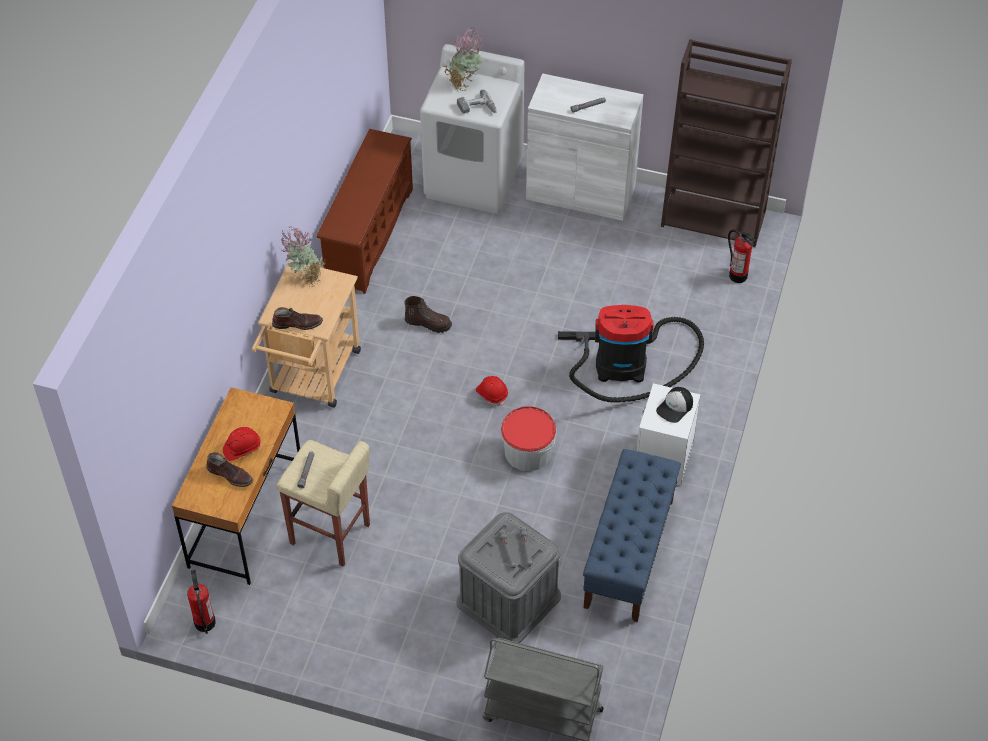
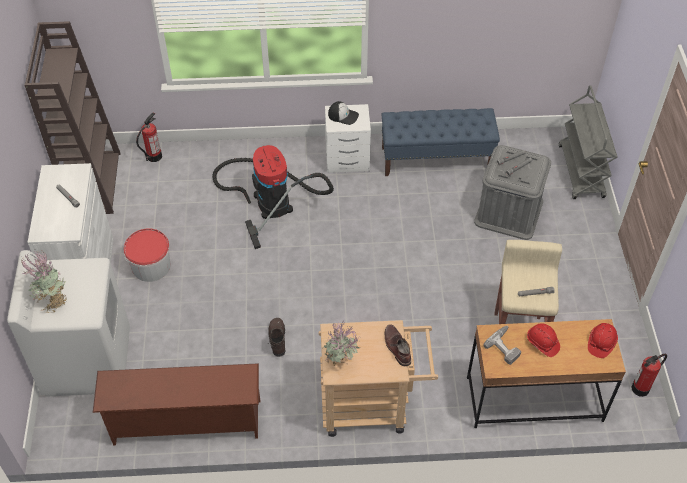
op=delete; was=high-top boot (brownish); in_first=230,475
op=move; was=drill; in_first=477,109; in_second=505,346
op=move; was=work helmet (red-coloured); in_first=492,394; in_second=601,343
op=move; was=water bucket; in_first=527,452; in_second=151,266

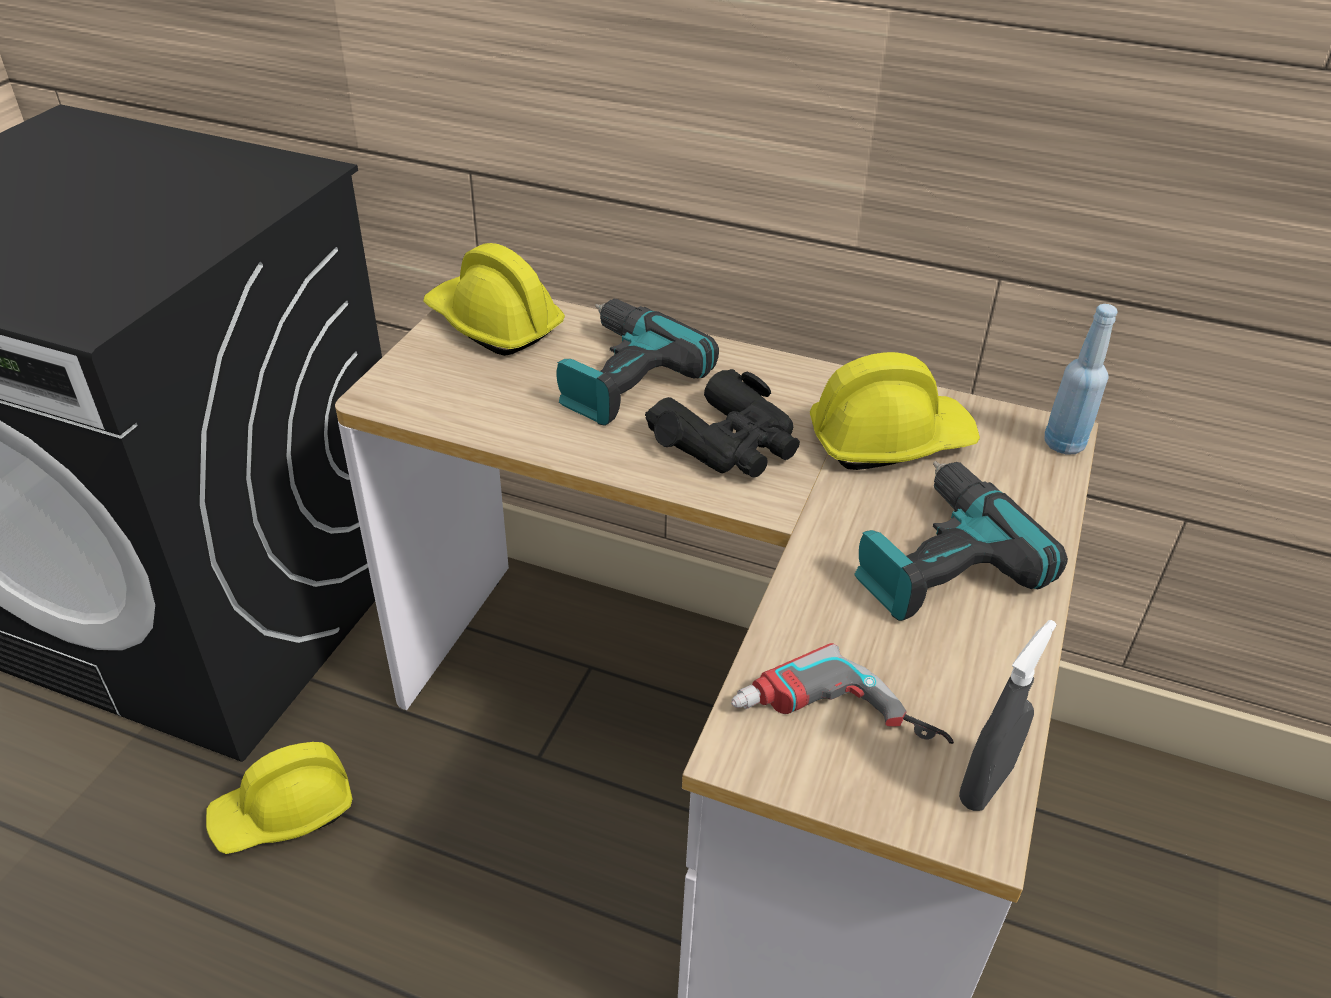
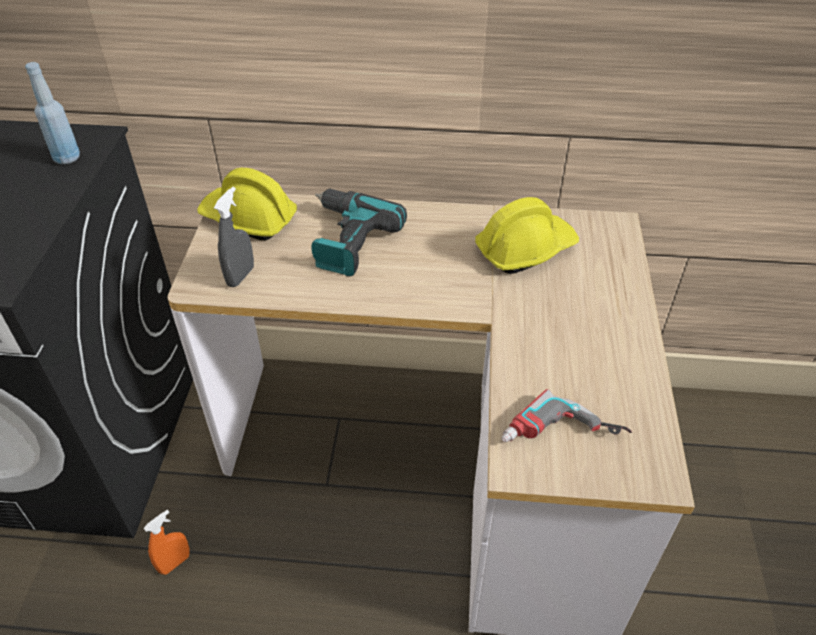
op=delete; was=binoculars (black); in_first=729,442
op=delete; was=drill; in_first=937,559
op=move; was=spray bottle (greyish); in_first=985,784; in_second=240,276
op=move; was=drink bottle (blue-coloured); in_first=1064,444; in_second=67,158
op=replace; was=work helmet (yellowish); now=spray bottle (orange); in_first=284,812; in_second=175,563

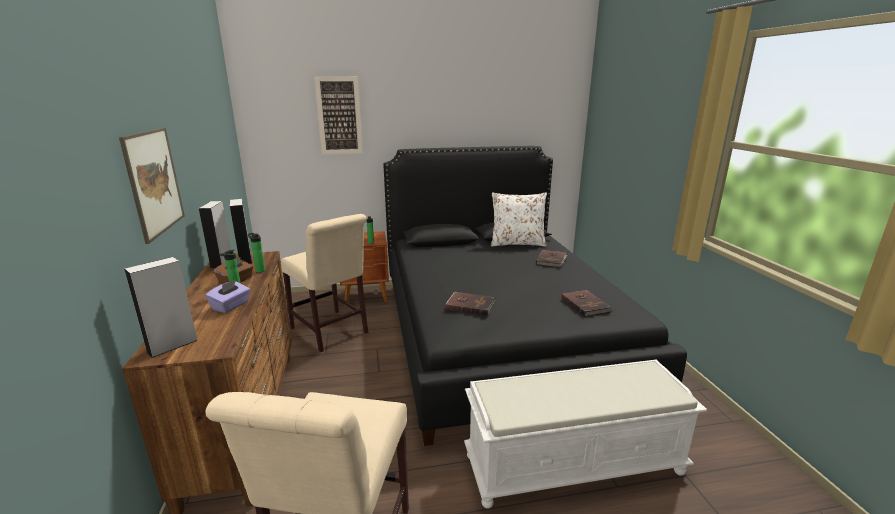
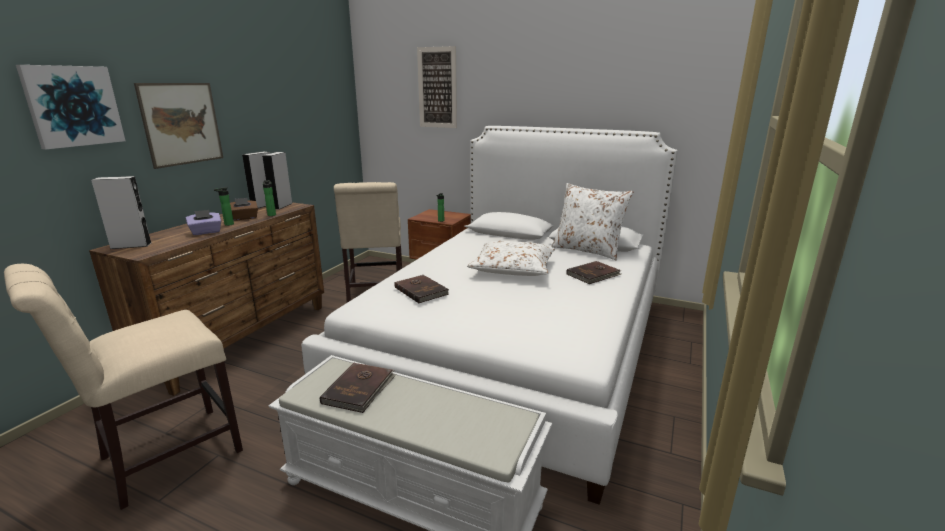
op=insert; now=picture; in_second=73,106
op=insert; now=pillow (white); in_second=513,268
op=move; was=book (brownish); in_first=585,304; in_second=360,389
op=recolor; was=bed (black); now=bed (white); in_first=498,334; in_second=514,348

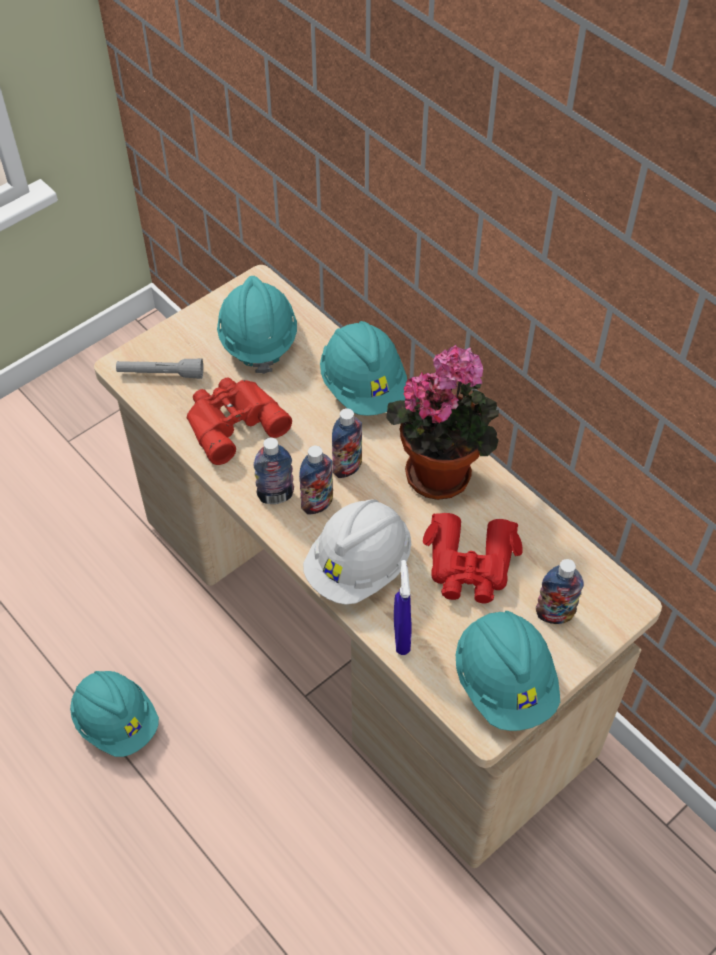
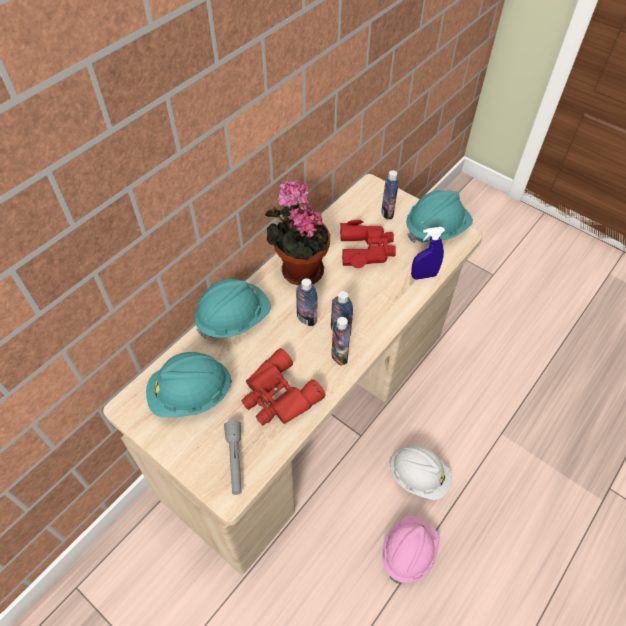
op=move; was=work helmet (white); in_first=359,567; in_second=418,477
op=recolor; was=work helmet (turquoise); now=work helmet (pink-coloured); in_first=116,721; in_second=408,552

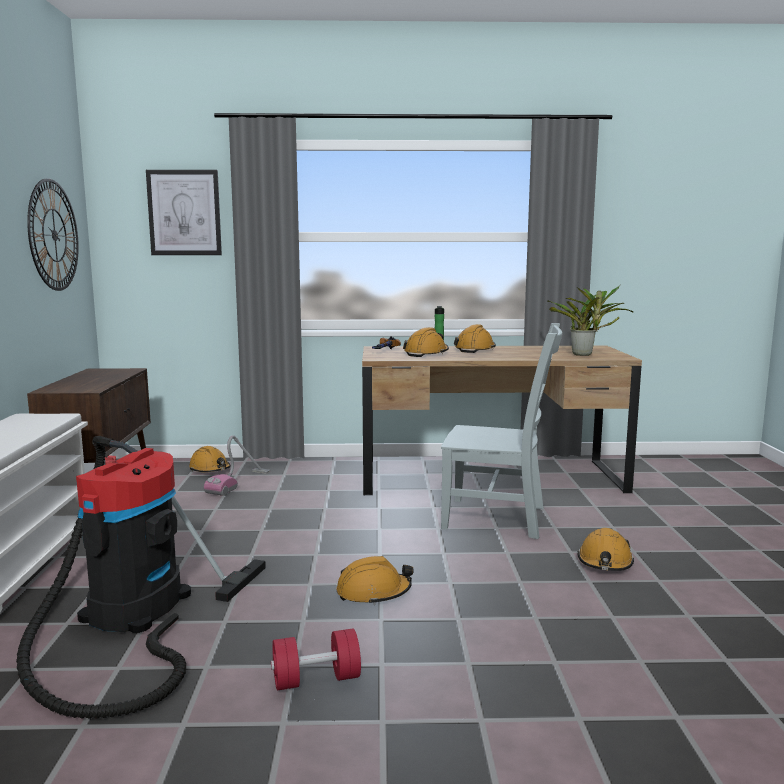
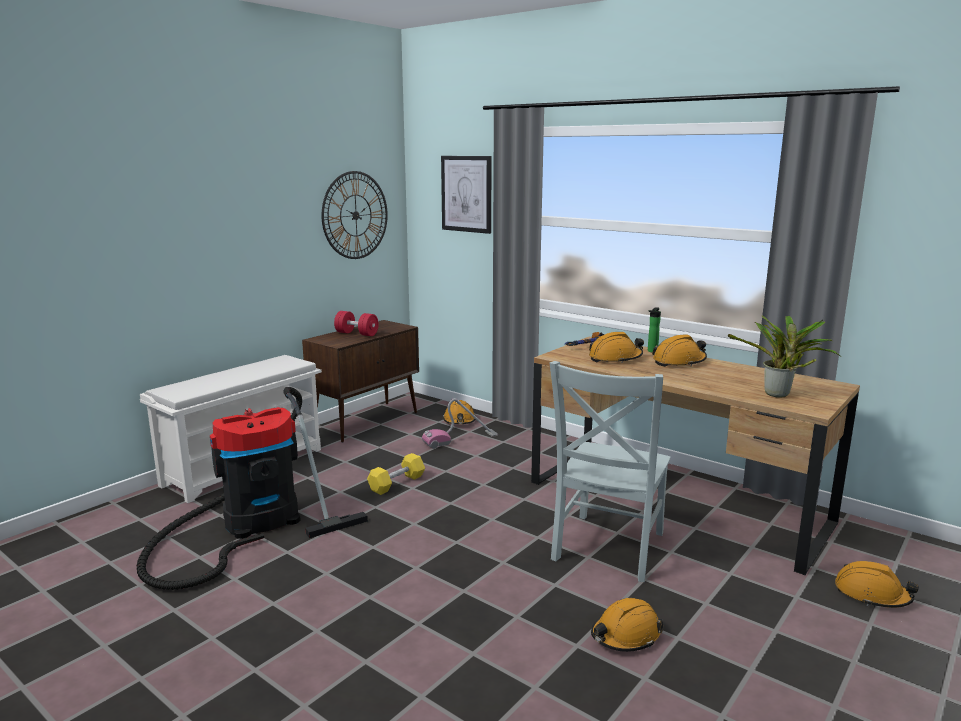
op=insert; now=dumbbell (yellowish); in_second=397,483
op=move; was=dumbbell (red-coloured); in_first=316,679; in_second=356,334
op=move; was=work helmet (orange); in_first=373,592; in_second=872,594
op=rotate; was=chair (greyish); in_first=499,518; in_second=607,549; clockwise=60

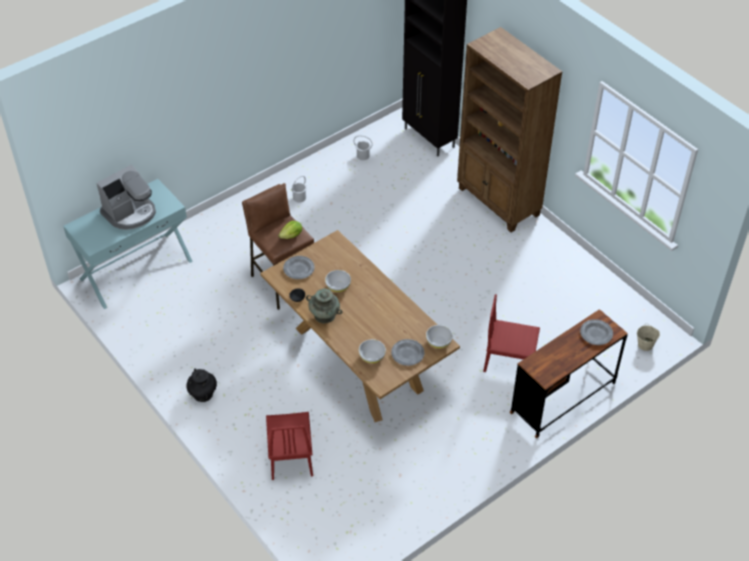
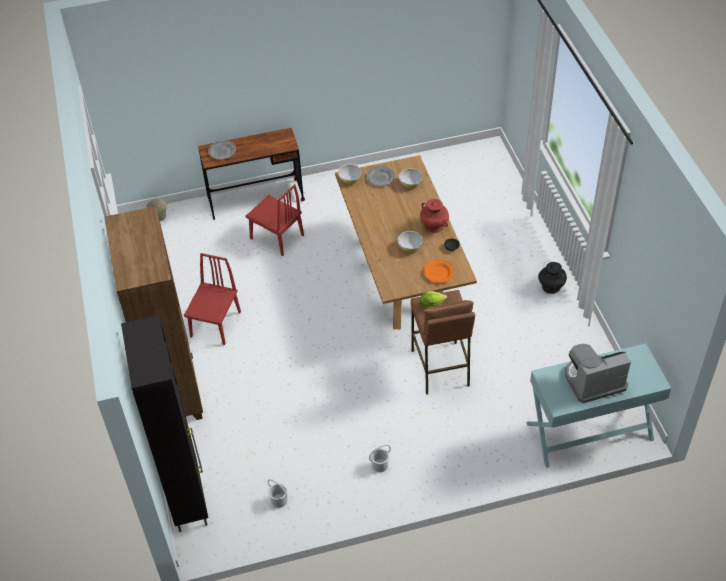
op=move; was=chair (red-coloured); in_first=290,457; in_second=215,324
op=recolor; was=plate (greyish); now=plate (orange); in_first=298,269; in_second=438,273
op=recolor; was=flower vase (turquoise); now=flower vase (red-coloured); in_first=324,315; in_second=434,226

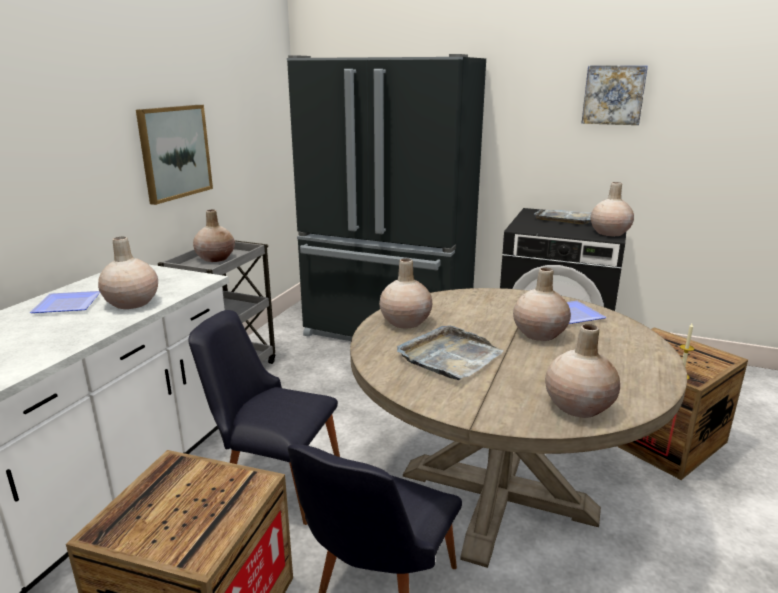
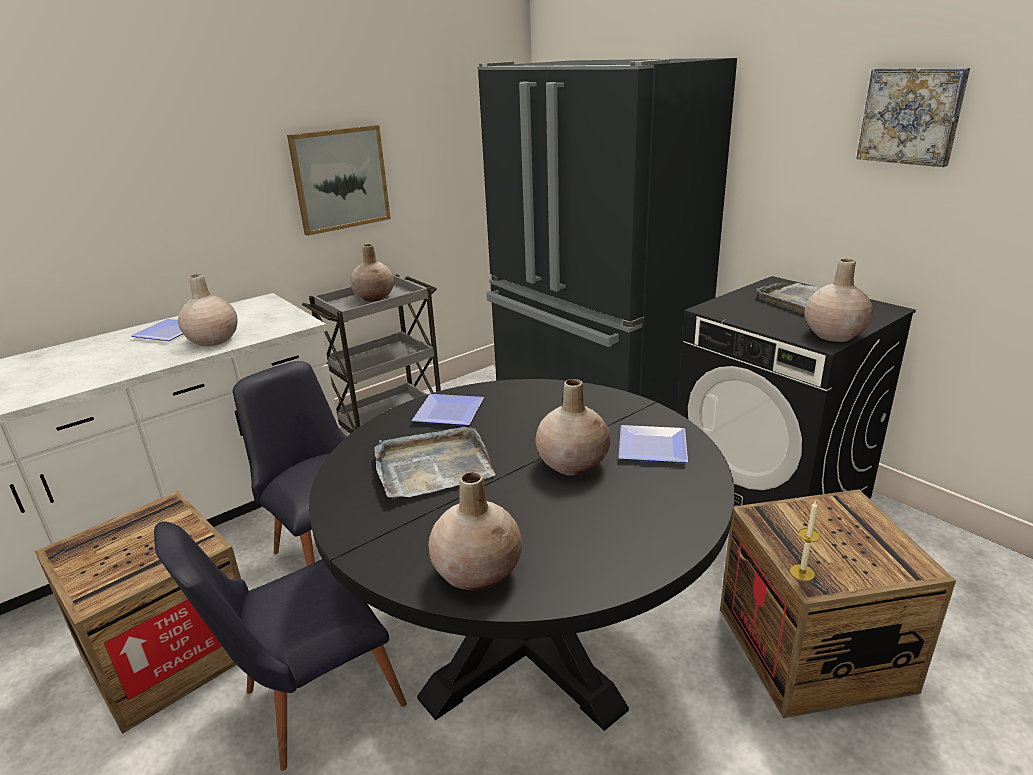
op=replace; was=flower vase (beige); now=plate; in_first=405,322; in_second=447,411
op=recolor; was=dinner table (beige); now=dinner table (black); in_first=497,492; in_second=528,641

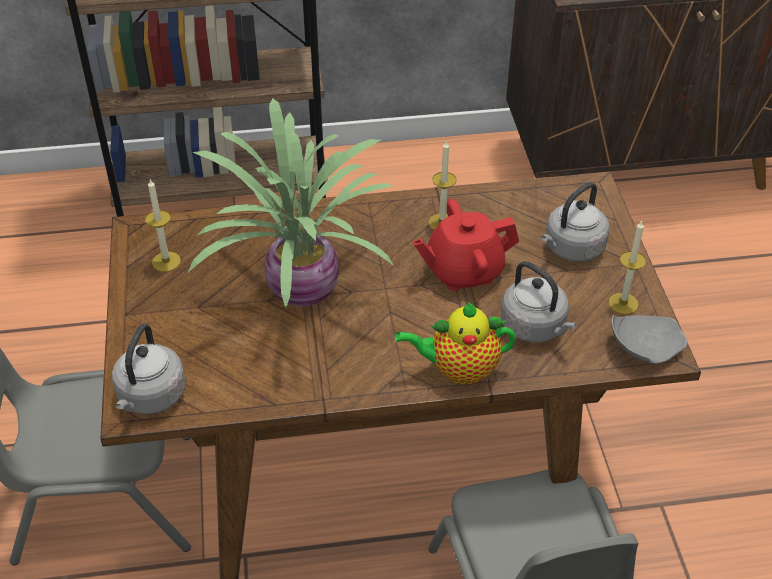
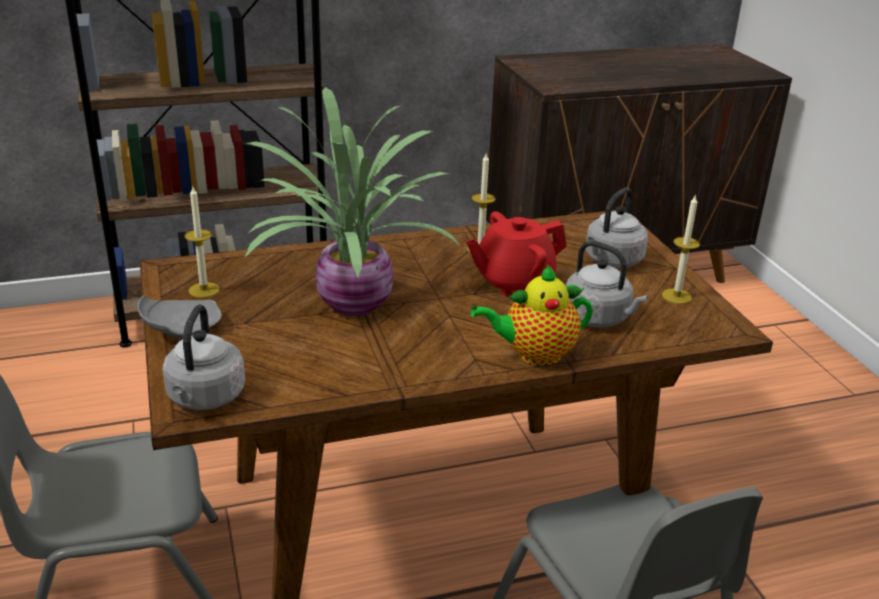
op=move; was=plate (greyish); in_first=644,347; in_second=180,329

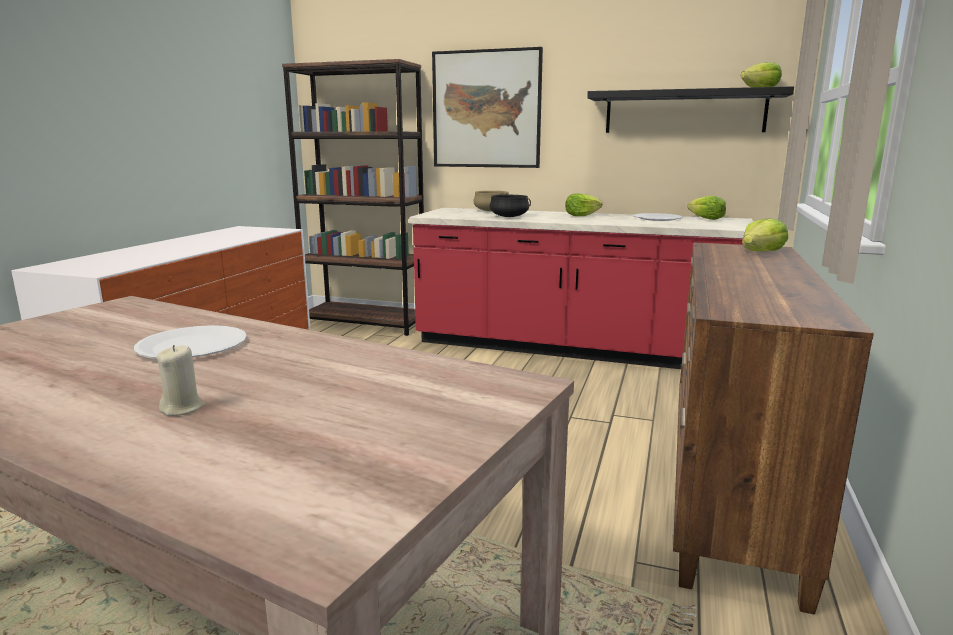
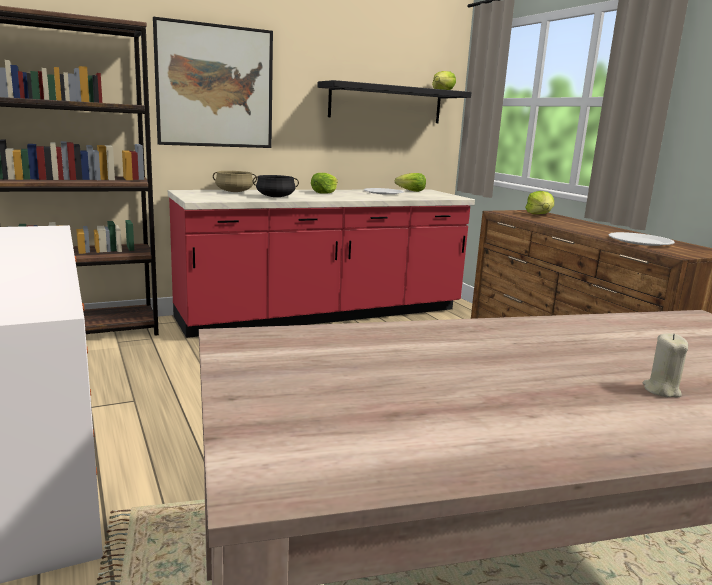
op=move; was=plate (white); in_first=192,346; in_second=640,241

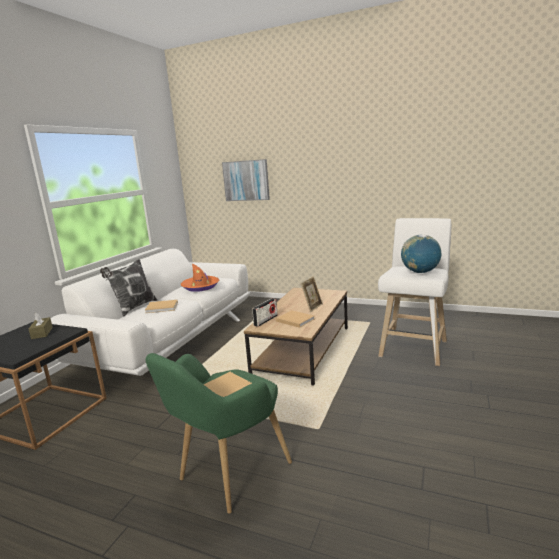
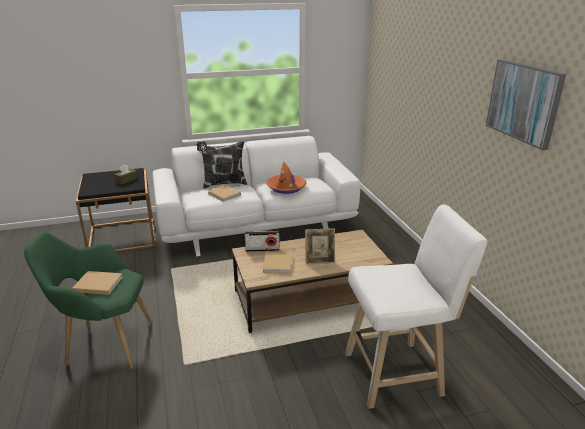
op=delete; was=globe; in_first=420,272
op=move; was=picture; in_first=246,180; in_second=523,102

